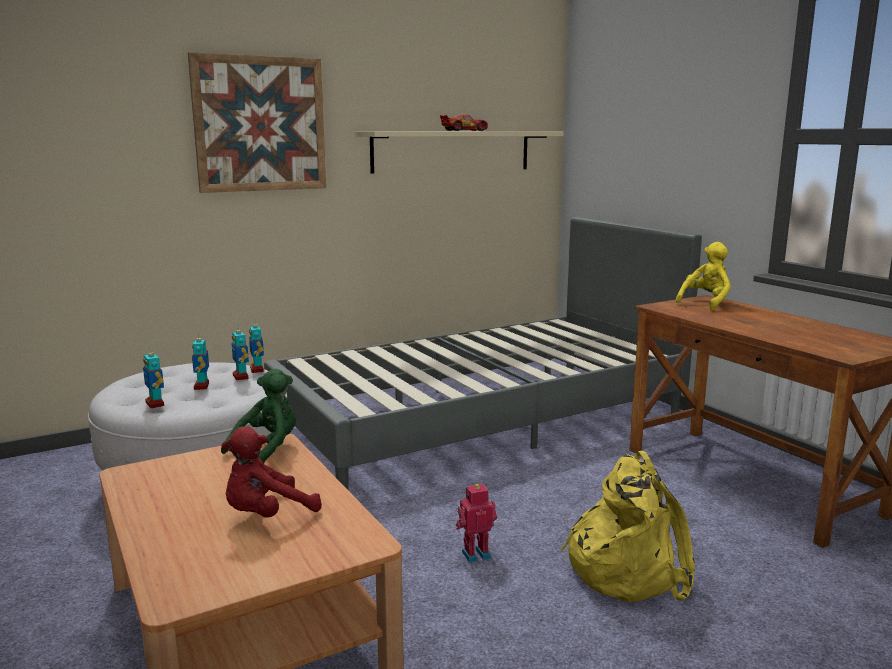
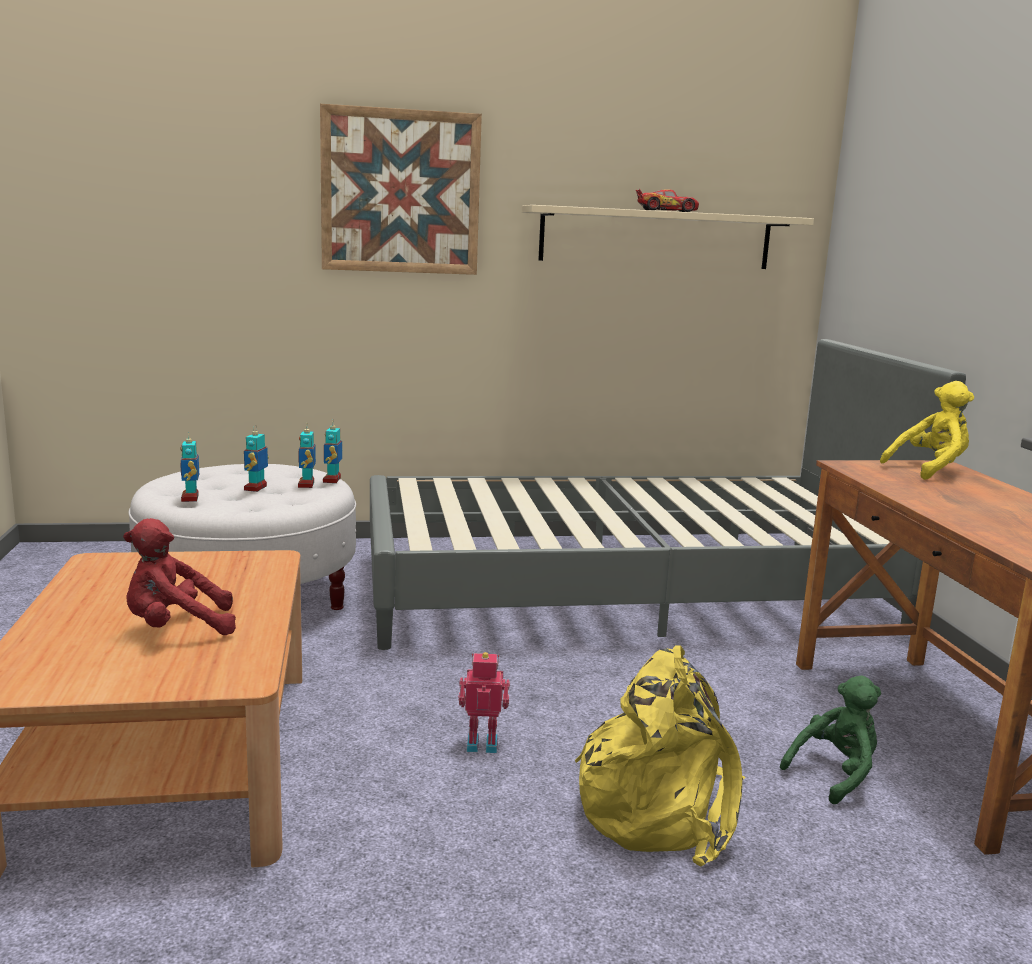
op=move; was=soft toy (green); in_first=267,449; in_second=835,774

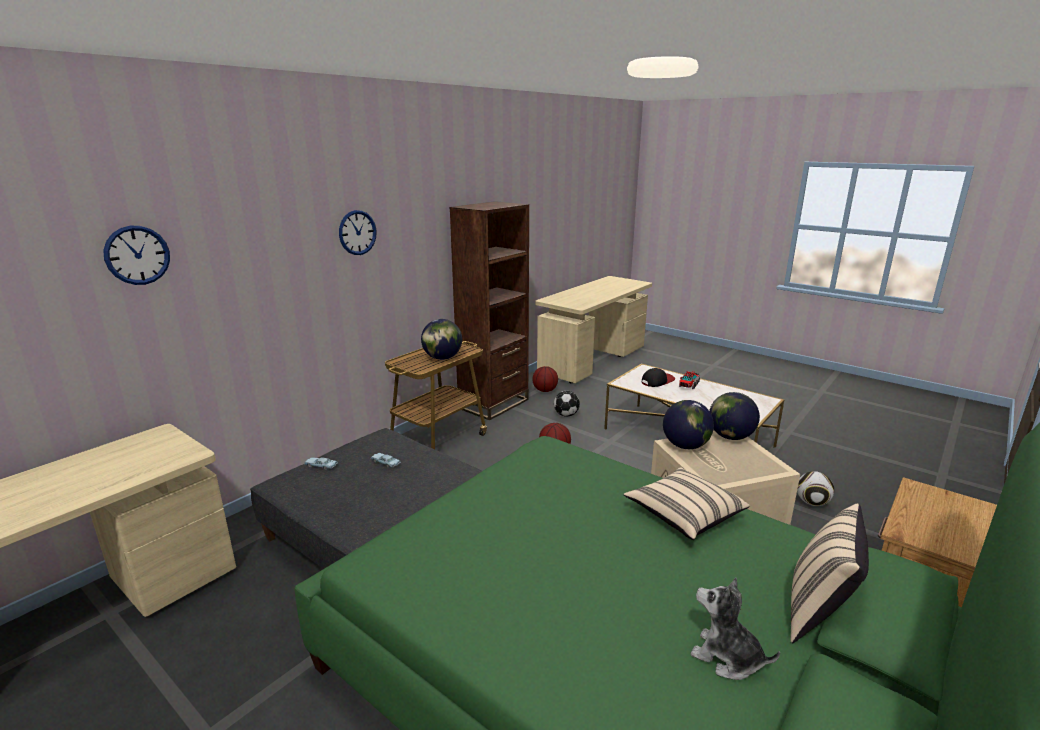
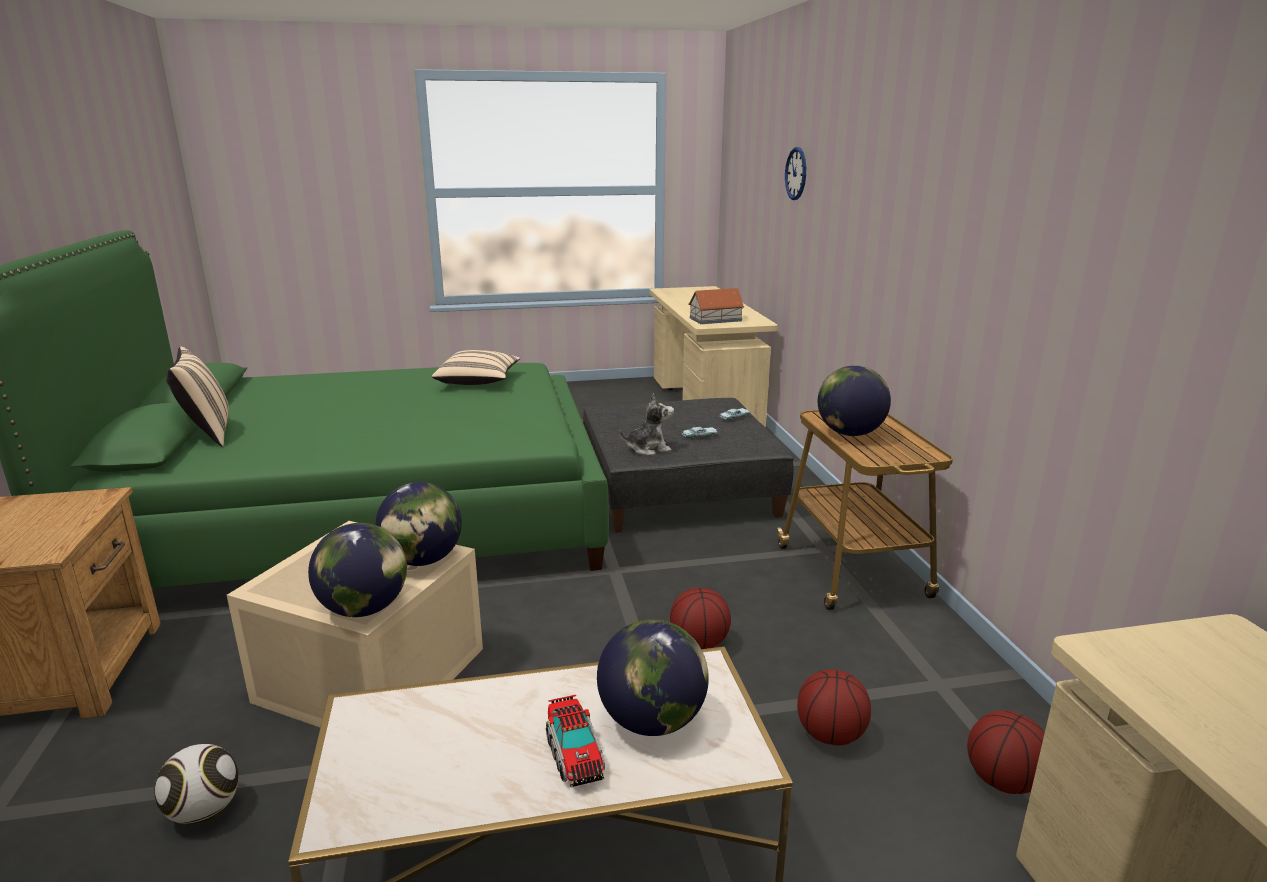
op=delete; was=hanging clock; in_first=357,232
op=delete; was=bookcase (brownish); in_first=494,404
op=insert; now=miniature house; in_second=716,319
op=move; was=pillow (beige); in_first=684,515; in_second=478,382
op=move; was=soft toy; in_first=726,657; in_second=648,449
op=replace; was=football ball; now=ball for basketball; in_first=566,414; in_second=831,735
op=replace; was=baseball cap; now=globe; in_first=657,381; in_second=652,721

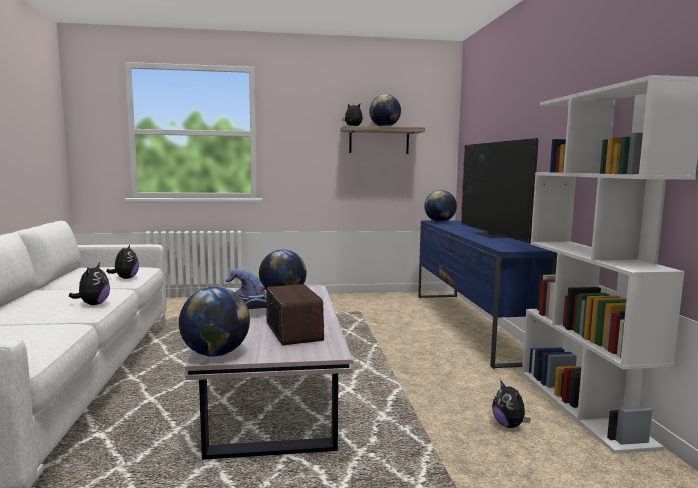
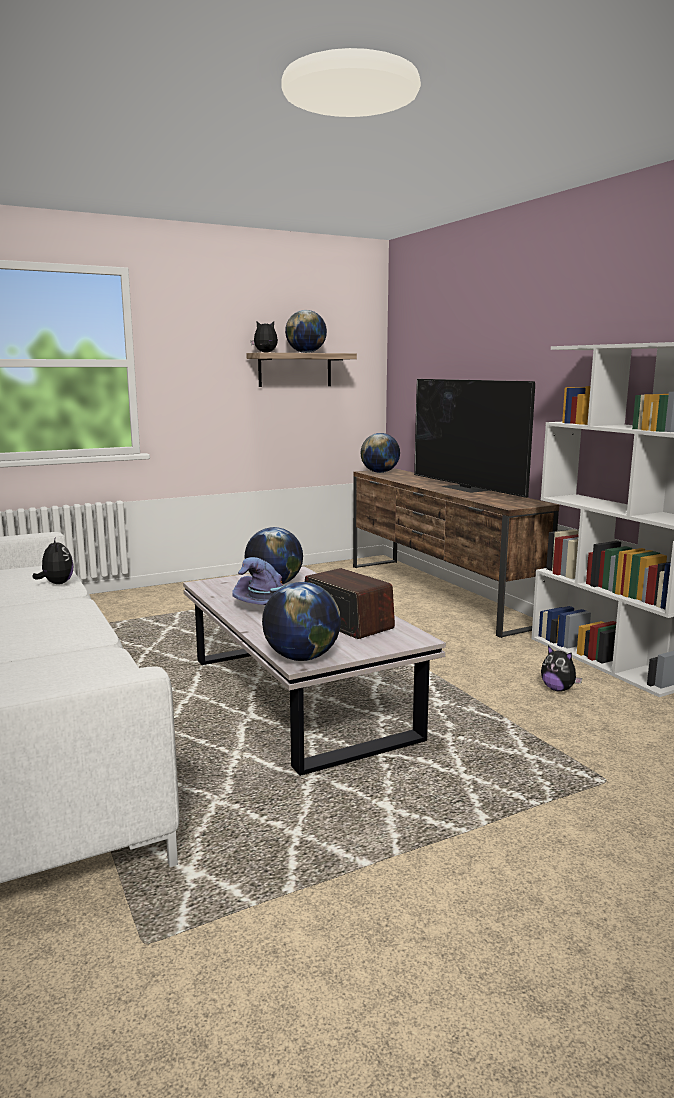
op=delete; was=soft toy; in_first=93,304
op=recolor; was=tv stand (blue-coloured); now=tv stand (brownish); in_first=470,324; in_second=438,593

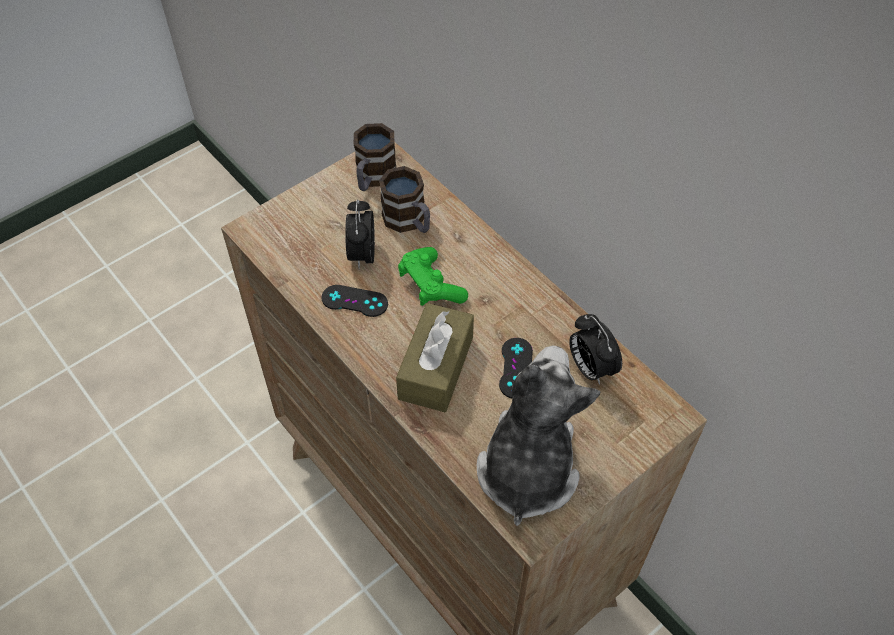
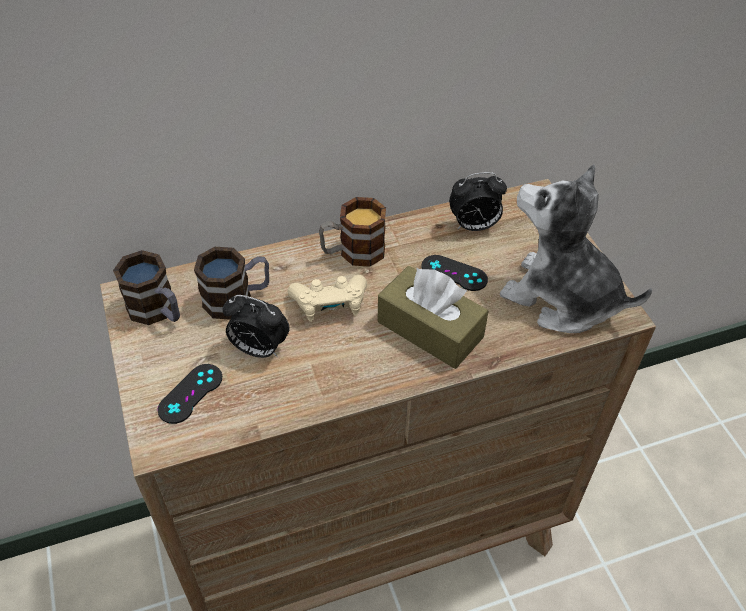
op=insert; now=tea mug; in_second=353,252
op=move; was=joypad (black); in_first=354,301; in_second=190,393
op=recolor; was=joypad (green); now=joypad (beige); in_first=430,286; in_second=330,305

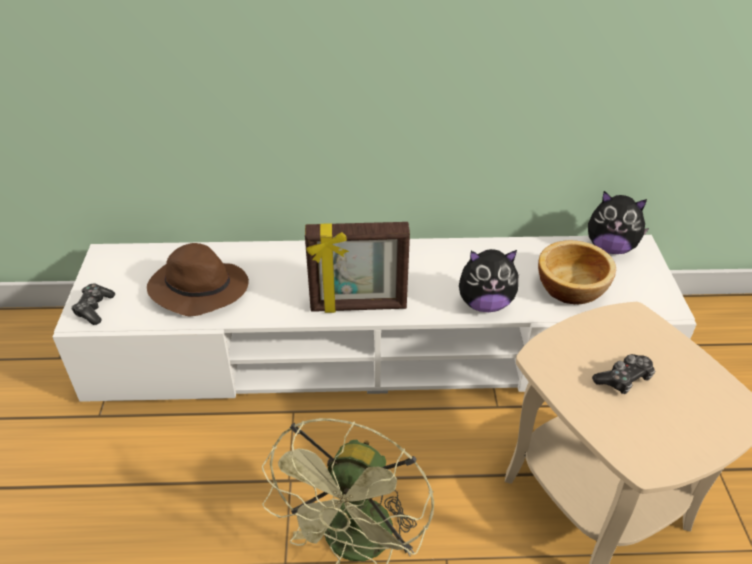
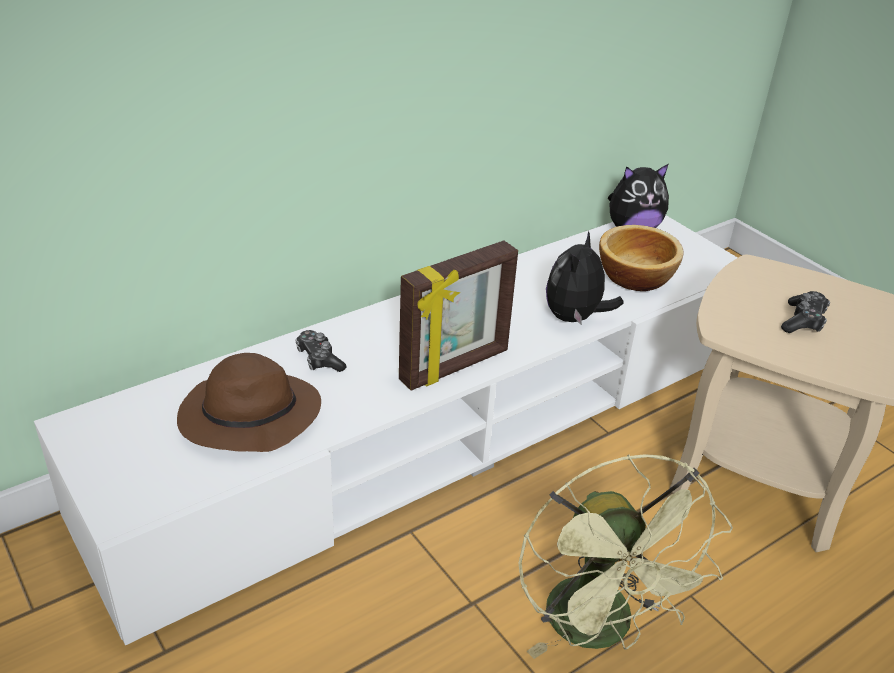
op=move; was=joypad; in_first=94,308; in_second=319,359
op=rotate; was=soft toy; in_first=485,303; in_second=575,318; clockwise=150

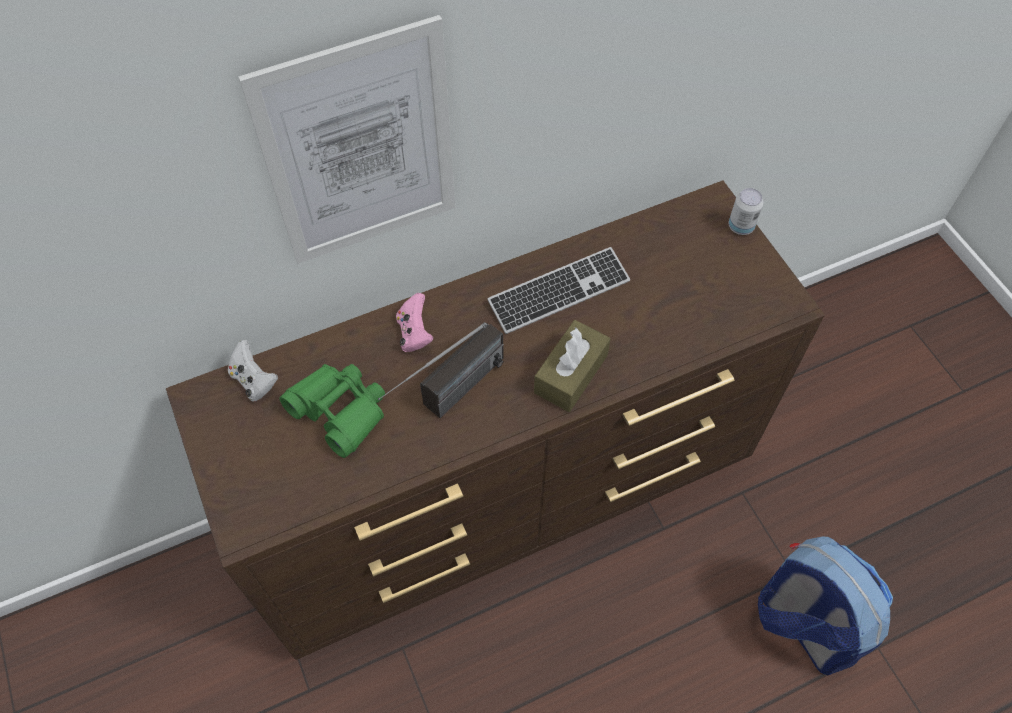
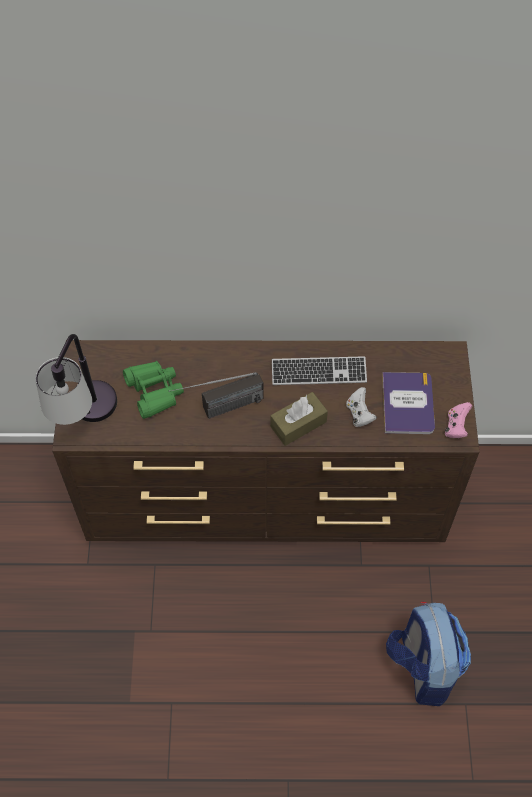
op=delete; was=picture; in_first=360,149
op=delete; was=can; in_first=741,226
op=insert; now=tabletop lamp; in_second=87,421
op=insert; now=book; in_second=408,403
op=move; was=joypad (white); in_first=254,381; in_second=359,414
op=move; was=joypad (pink-coloured); in_first=414,333; in_second=456,426

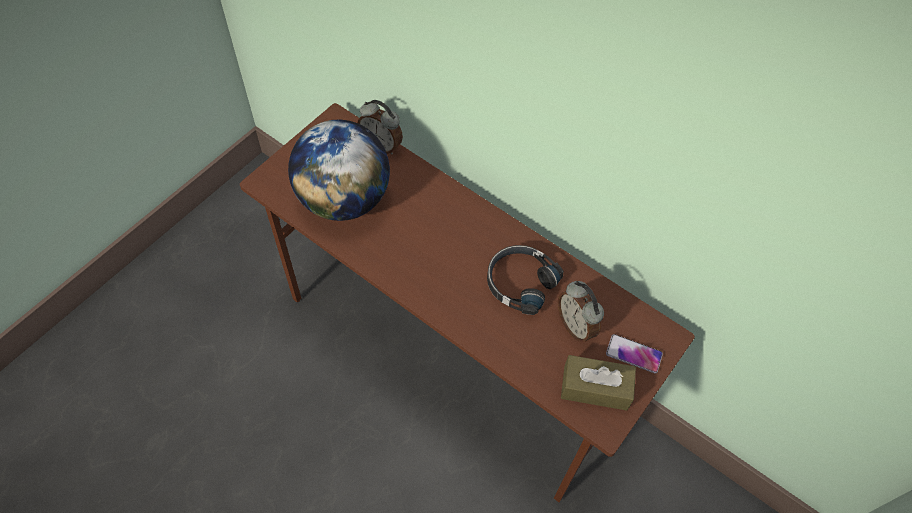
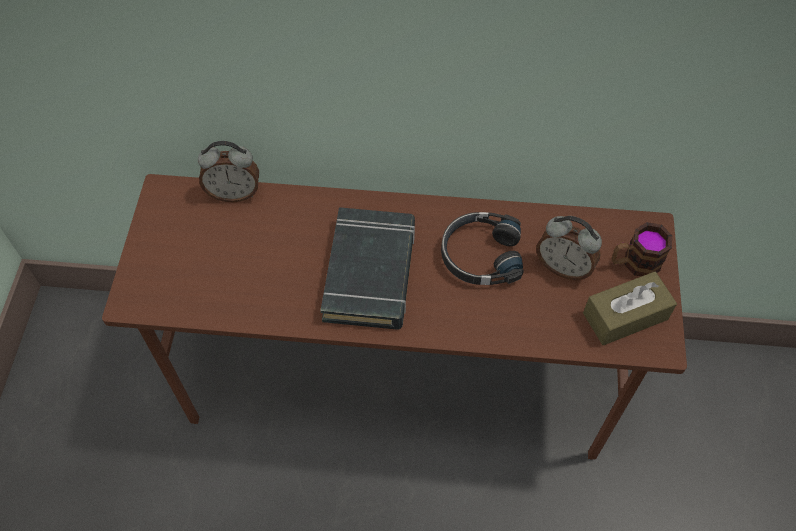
op=delete; was=globe; in_first=344,199
op=insert; now=book (black); in_second=370,273
op=replace; was=telephone; now=tea mug; in_first=633,354; in_second=634,263

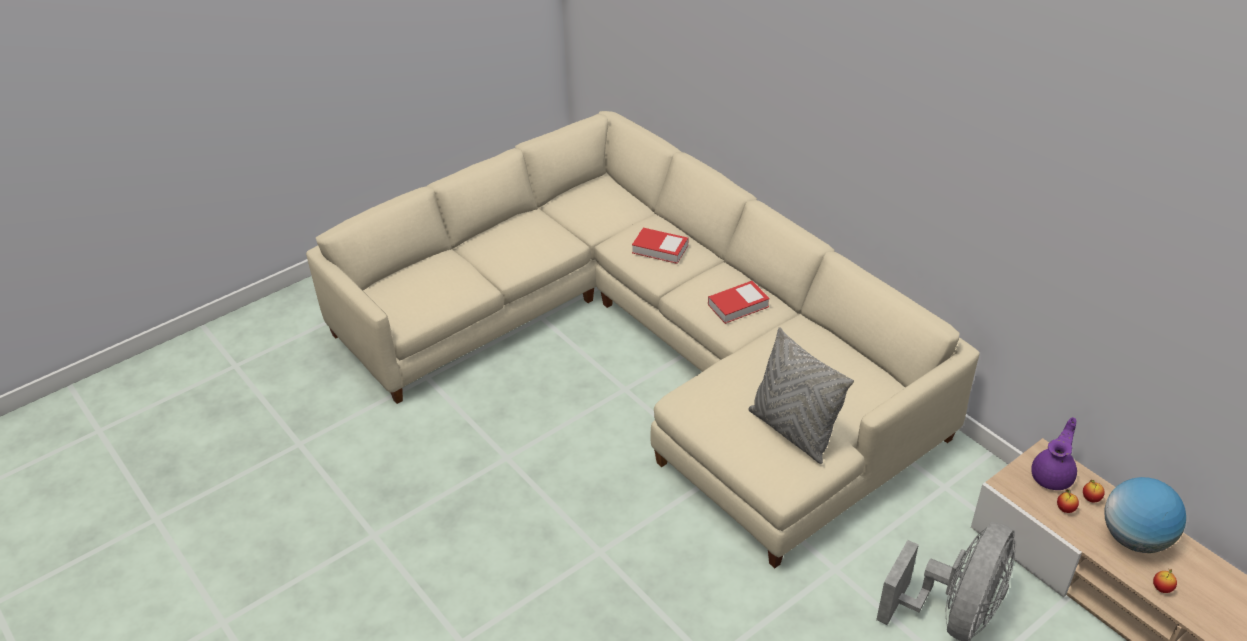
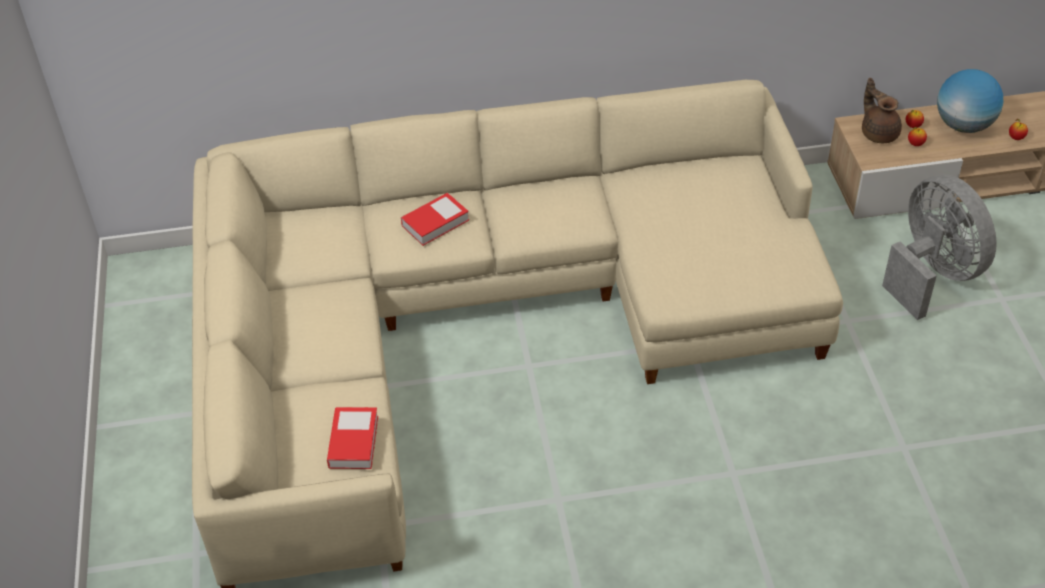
op=delete; was=pillow (greyish); in_first=793,431
op=move; was=book; in_first=738,306; in_second=353,442
op=recolor; was=tea pot (purple-coloured); now=tea pot (brownish); in_first=1053,476; in_second=878,133

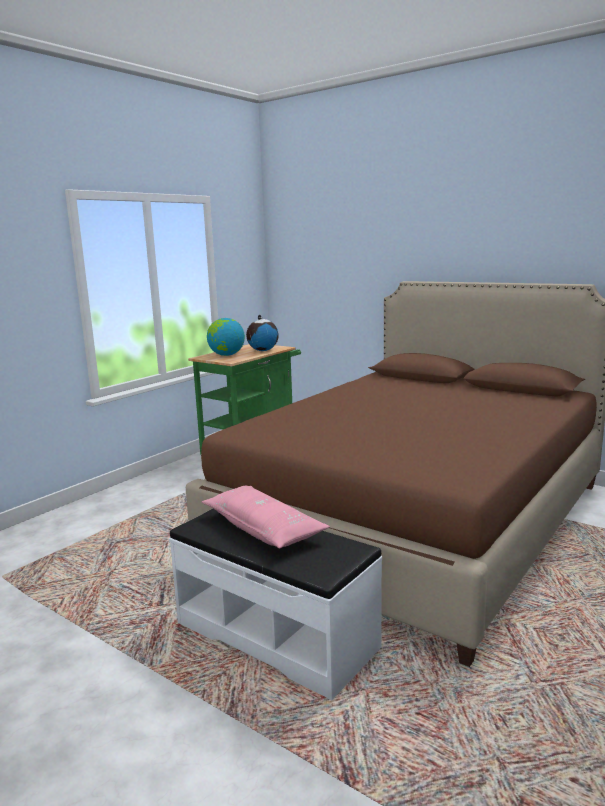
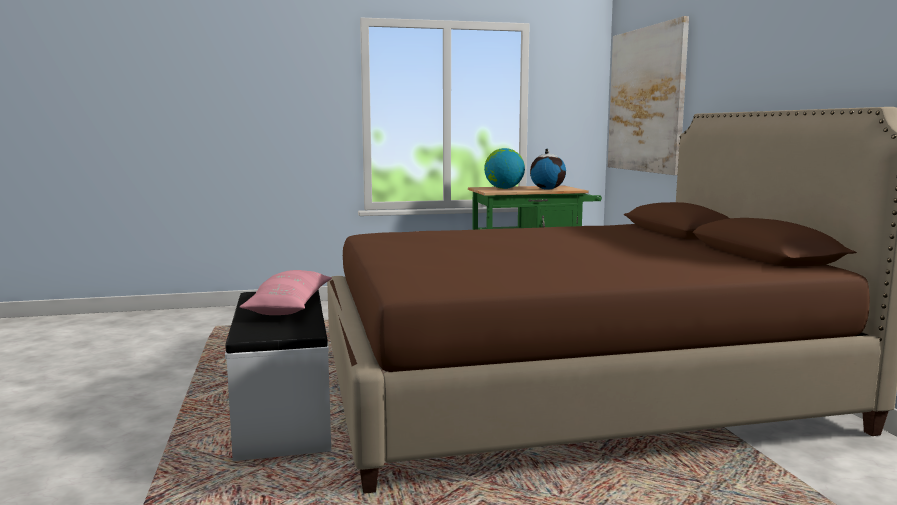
op=insert; now=picture; in_second=646,100

